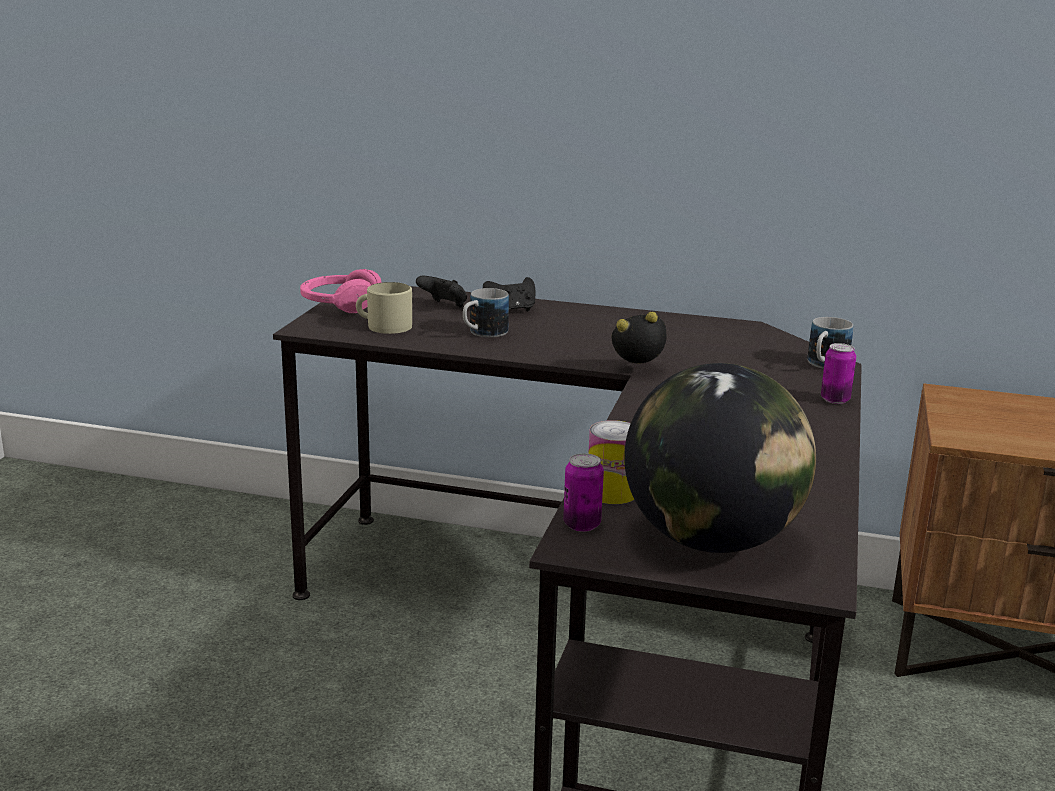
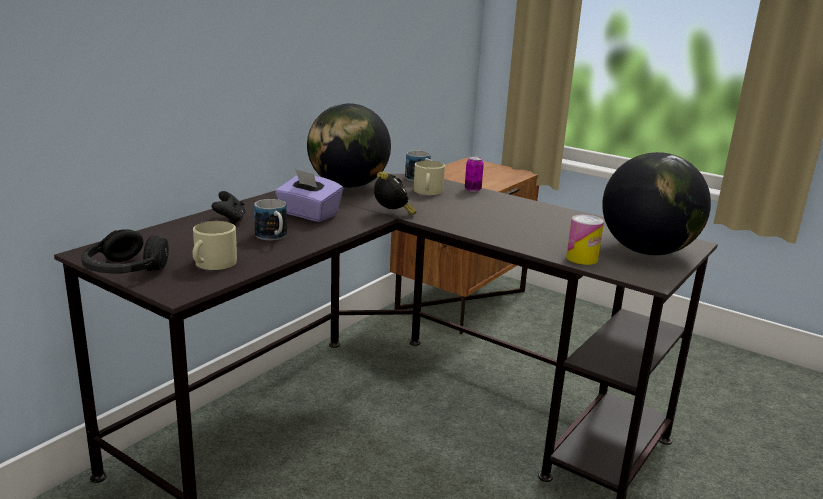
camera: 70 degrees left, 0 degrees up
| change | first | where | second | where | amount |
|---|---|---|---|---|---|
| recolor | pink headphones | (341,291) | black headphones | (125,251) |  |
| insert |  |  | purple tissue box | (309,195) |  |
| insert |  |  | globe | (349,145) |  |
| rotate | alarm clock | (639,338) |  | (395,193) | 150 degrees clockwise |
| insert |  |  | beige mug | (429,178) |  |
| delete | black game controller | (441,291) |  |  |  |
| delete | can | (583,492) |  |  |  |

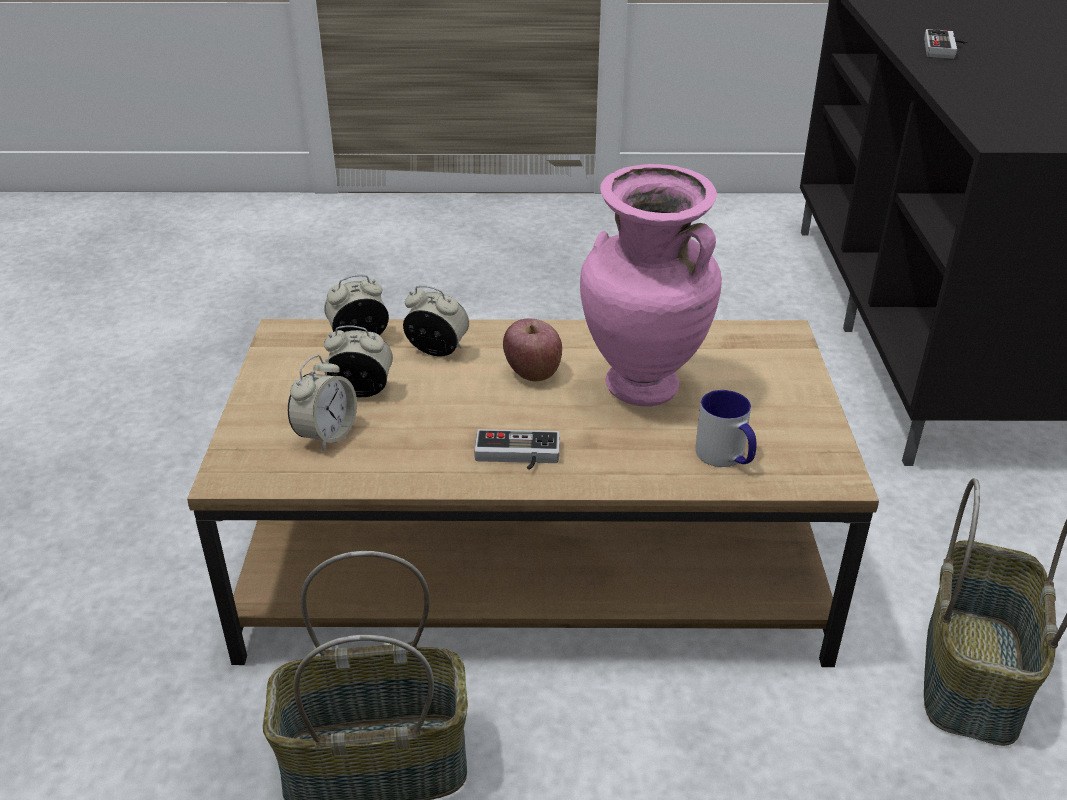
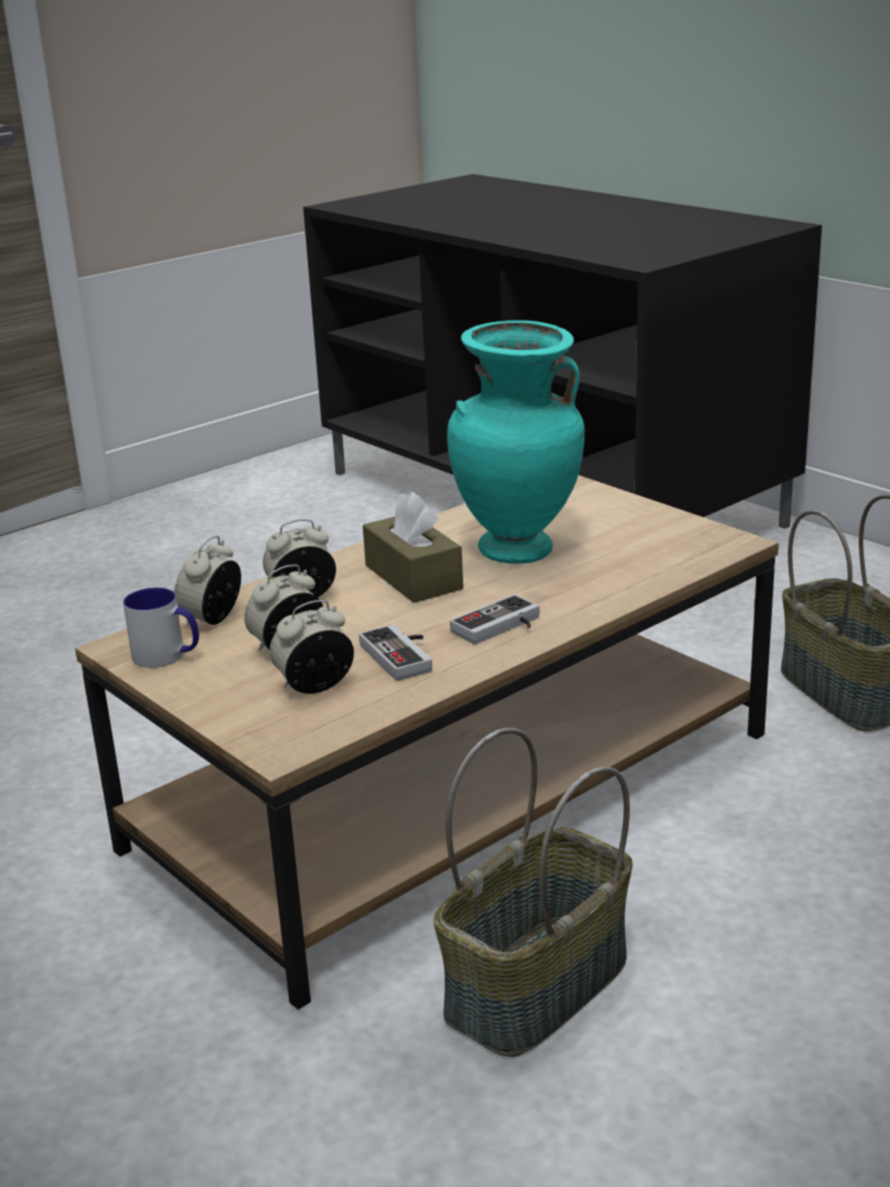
camera: 40 degrees left, 10 degrees down
| change | first | where | second | where | amount |
|---|---|---|---|---|---|
| move | mug | (726,428) |  | (161,627) |  |
| rotate | alarm clock | (322,403) |  | (312,647) | 105 degrees counterclockwise |
| move | game controller | (945,44) |  | (395,652) |  |
| replace | apple | (532,350) | brown tissue box | (413,547) |  |
| recolor | pink vase | (651,285) | turquoise vase | (516,442) |  |

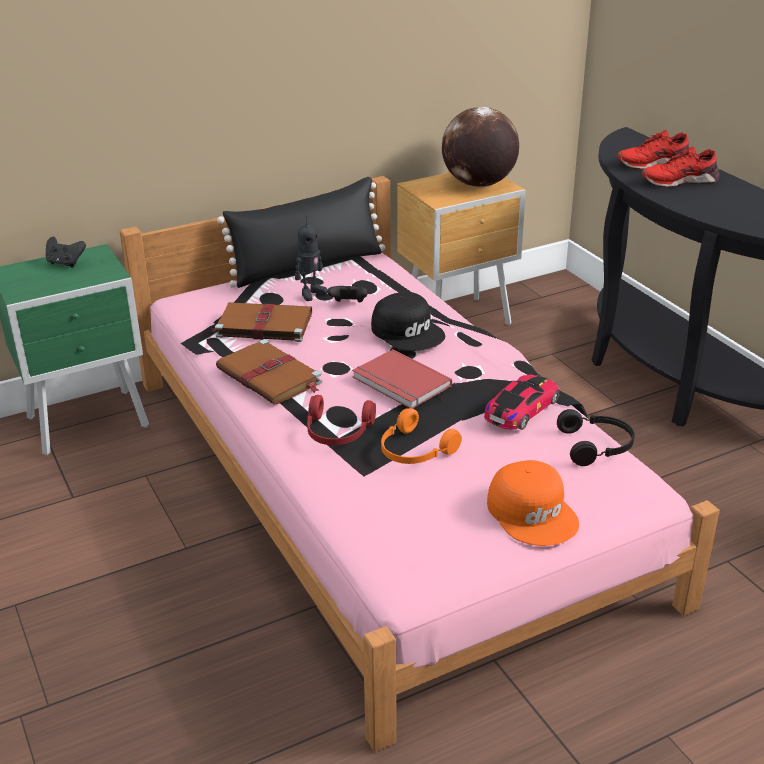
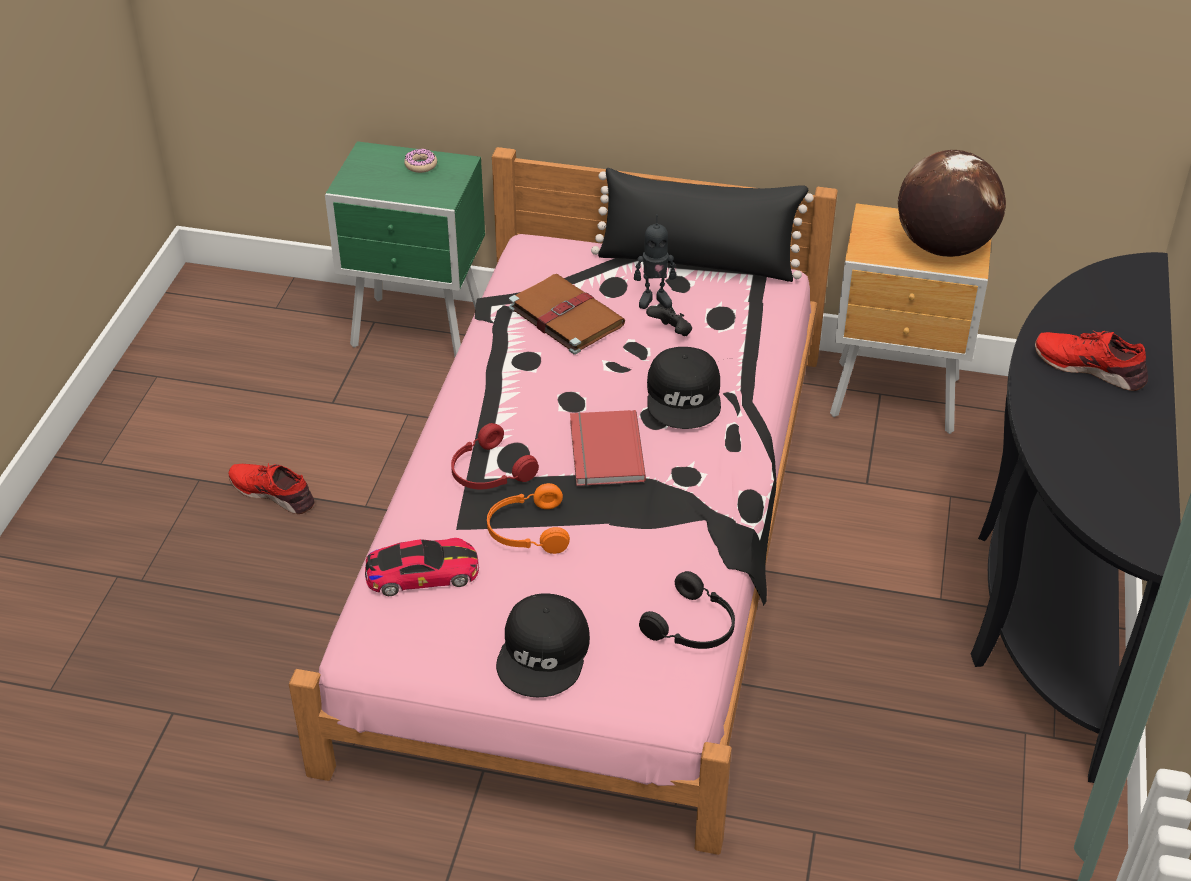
camera: 40 degrees right, 10 degrees up
| change | first | where | second | where | amount |
|---|---|---|---|---|---|
| move | red shoe | (653,149) |  | (271,488) |  |
| move | toy car | (522,402) |  | (422,567) |  |
| replace | black game controller | (66,252) | donut | (420,161) |  |
| recolor | orange cap | (533,503) | black cap | (543,645) |  |
| delete | brown book | (269,371) |  |  |  |

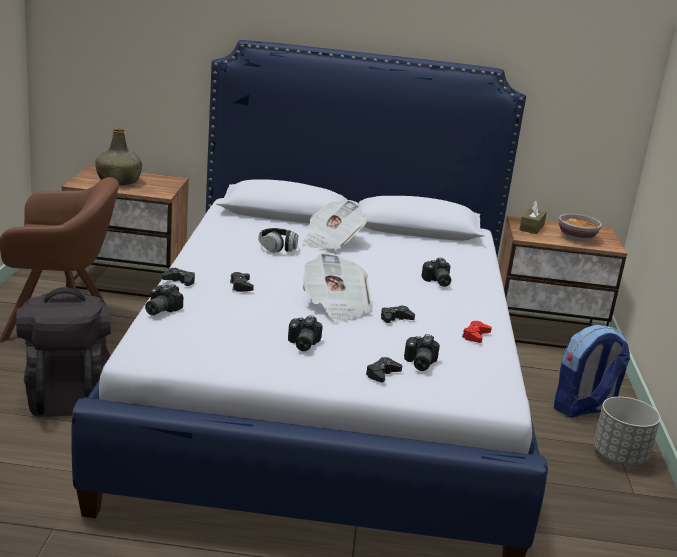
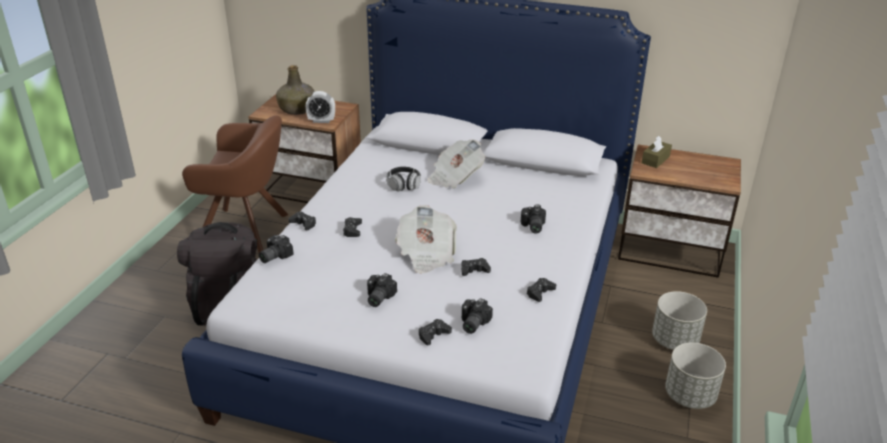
camera: 15 degrees right, 10 degrees up
| change | first | where | second | where | amount |
|---|---|---|---|---|---|
| insert |  |  | alarm clock | (320,107) |  |
| recolor | red game controller | (477,332) | black game controller | (541,290) |  |
| replace | backpack | (592,371) | grey planter | (679,320) |  |
| delete | bowl | (580,227) |  |  |  |

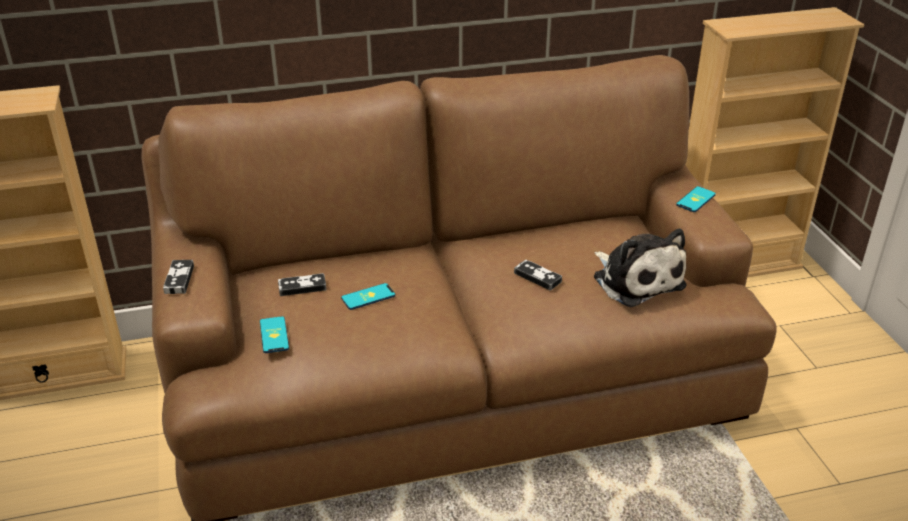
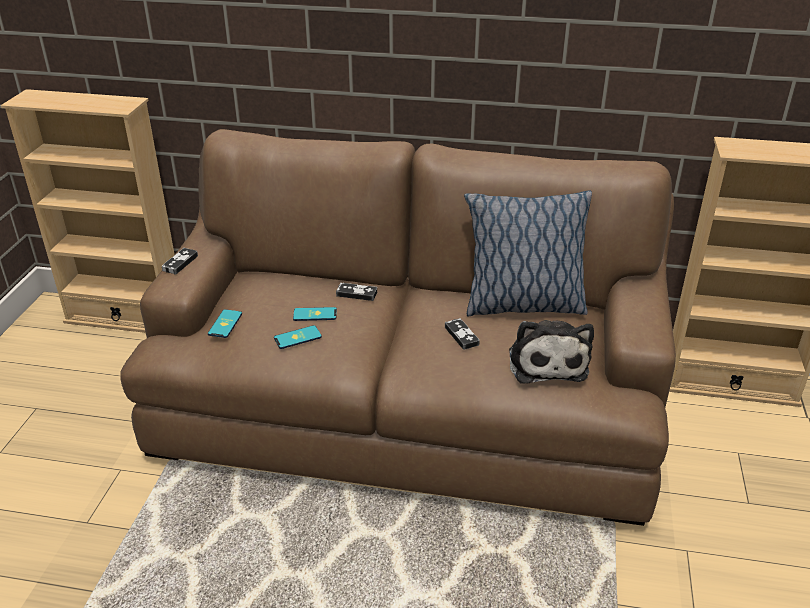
camera: 25 degrees right, 0 degrees up
| change | first | where | second | where | amount |
|---|---|---|---|---|---|
| move | phone | (696,199) |  | (298,337) |  |
| move | game controller | (302,284) |  | (356,292) |  |
| insert |  |  | pillow | (528,254) |  |

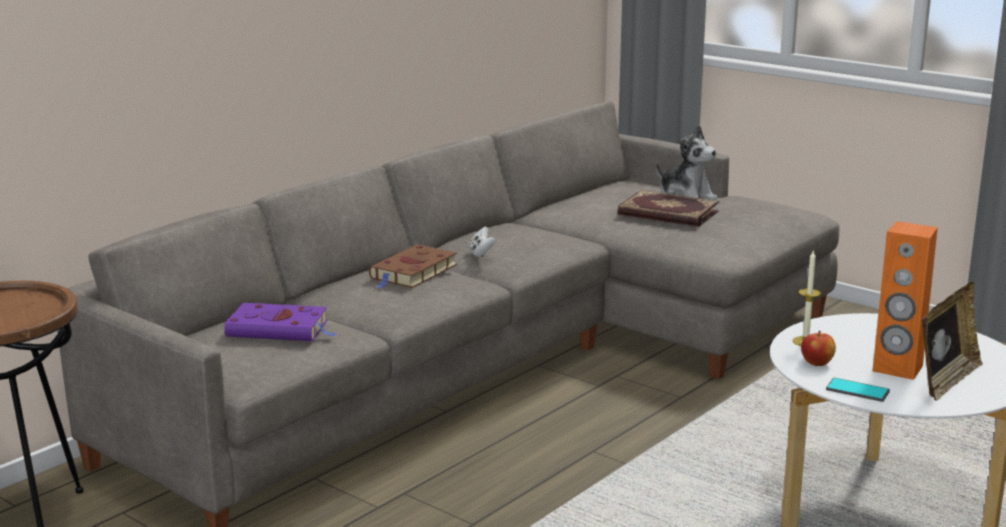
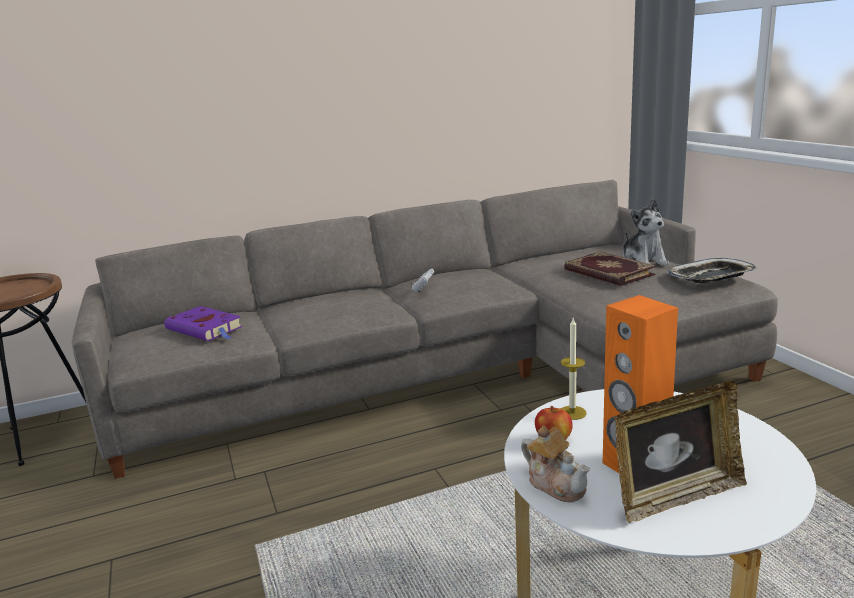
camera: 30 degrees right, 0 degrees up
| change | first | where | second | where | amount |
|---|---|---|---|---|---|
| replace | phone | (858,390) | teapot | (555,464) |  |
| insert |  |  | tray | (712,270) |  |
| delete | brown book | (413,266) |  |  |  |

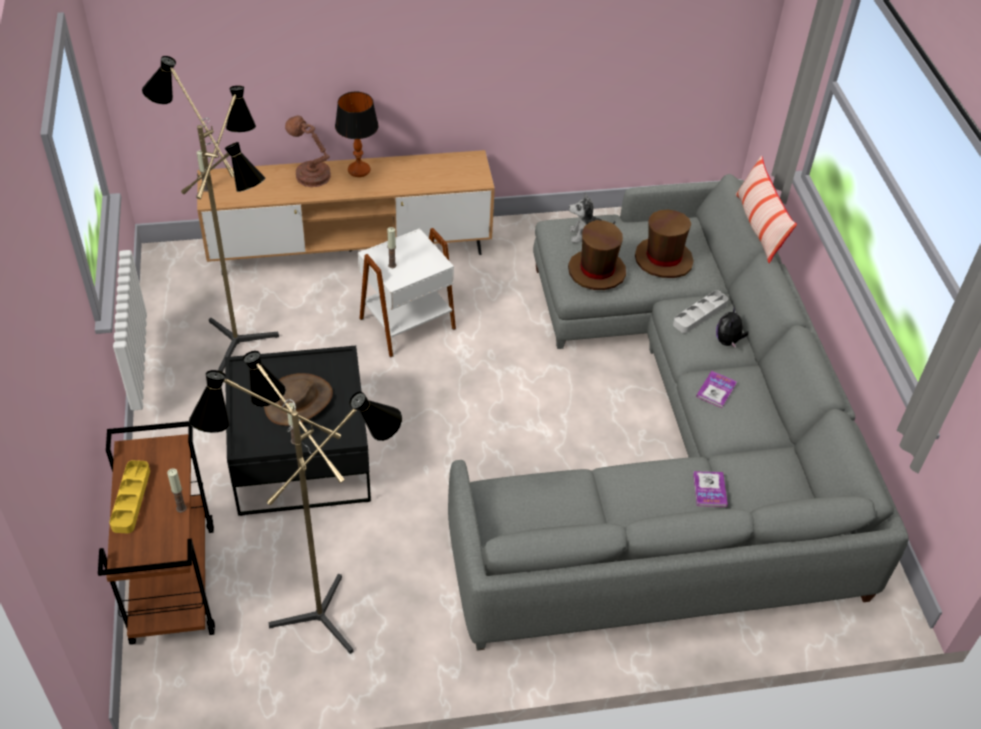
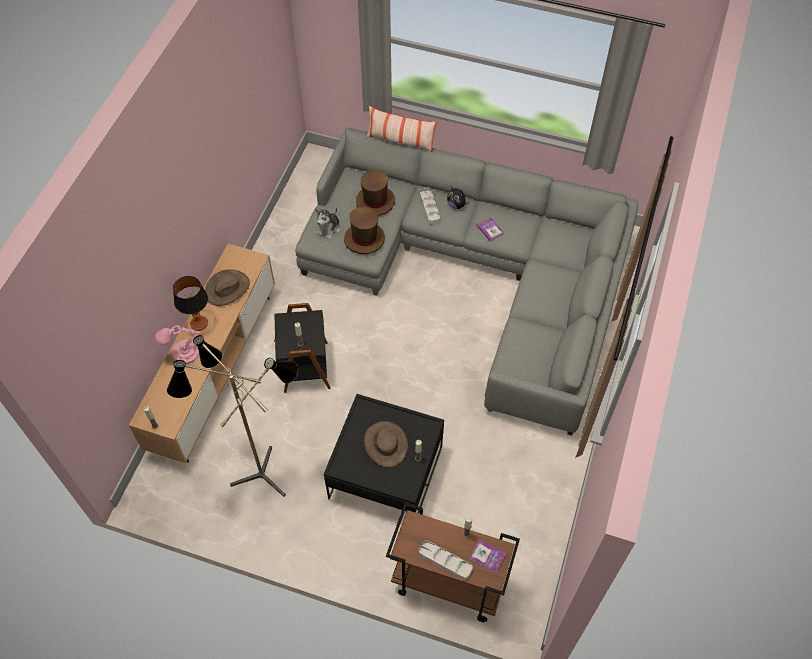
camera: 60 degrees left, 10 degrees up
| change | first | where | second | where | amount |
|---|---|---|---|---|---|
| recolor | brown table lamp | (308,151) | pink table lamp | (177,345) |  |
| insert |  |  | brown hat | (227,287) |  |
| recolor | white side table | (407,292) | black side table | (302,348) |  |
| recolor | yellow tray | (129,496) | grey tray | (446,560) |  |
| move | book | (710,489) |  | (488,556) |  |
| delete | floor lamp | (295,502) |  |  |  |

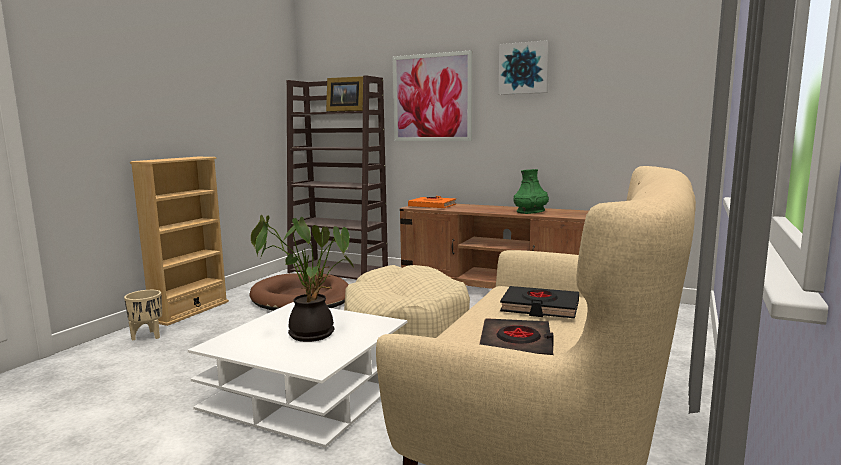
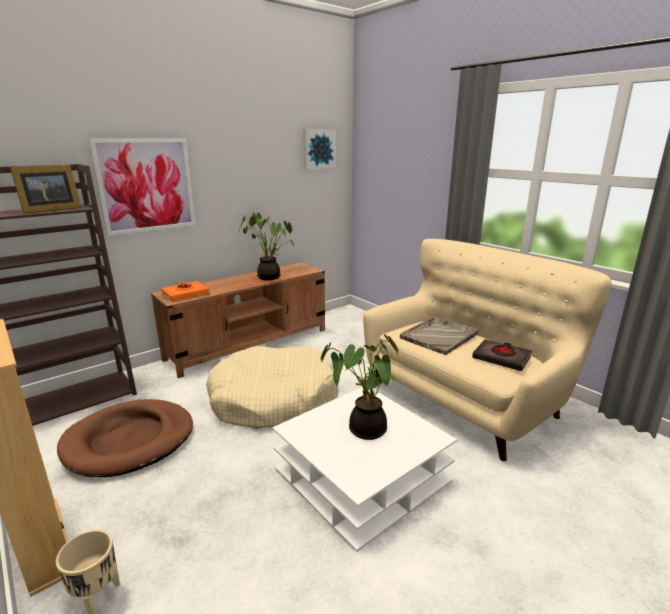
camera: 65 degrees left, 10 degrees up
| change | first | where | second | where | amount |
|---|---|---|---|---|---|
| replace | green vase | (531,191) | potted plant | (266,246) |  |
| move | picture | (524,67) |  | (319,149) |  |
| replace | black book | (539,302) | grey tray | (439,336) |  |

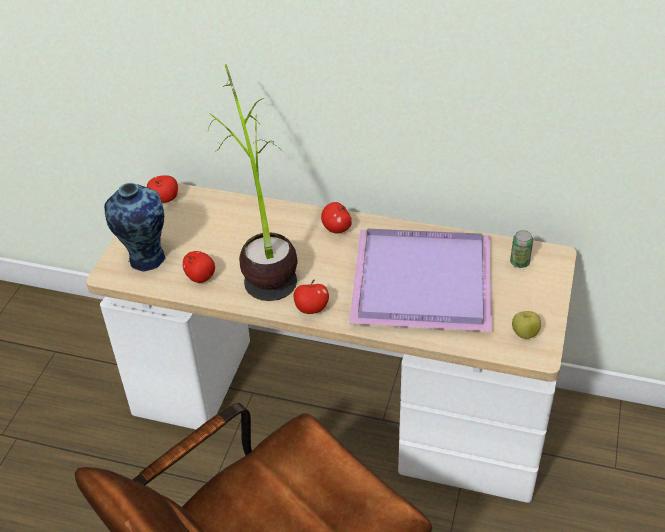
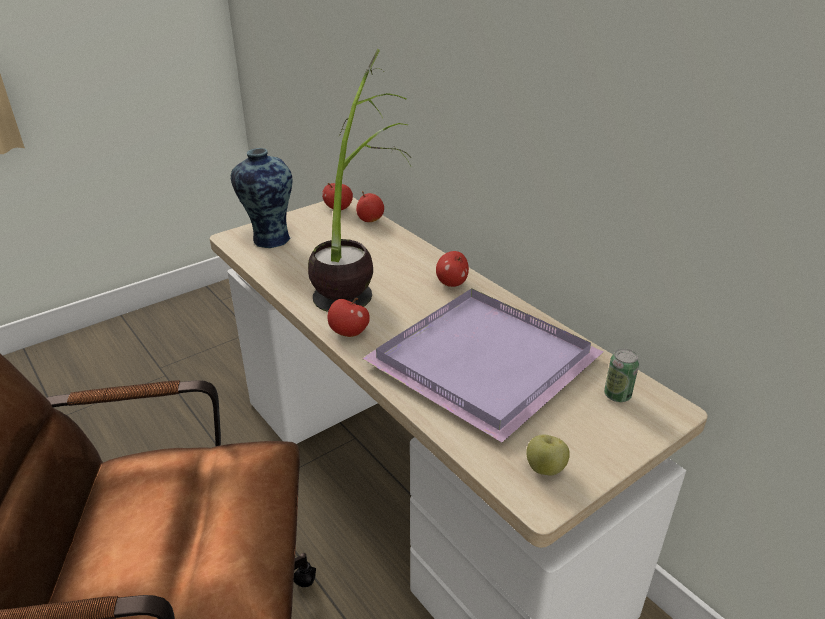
camera: 35 degrees right, 10 degrees down
| change | first | where | second | where | amount |
|---|---|---|---|---|---|
| move | apple | (198,267) |  | (370,206) |  |

